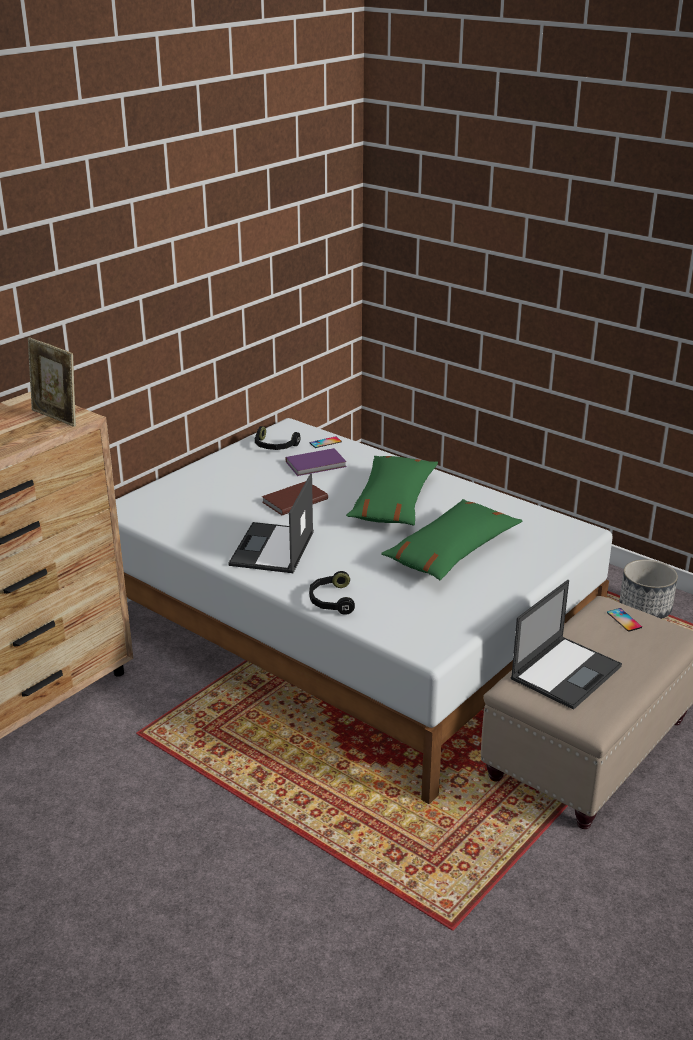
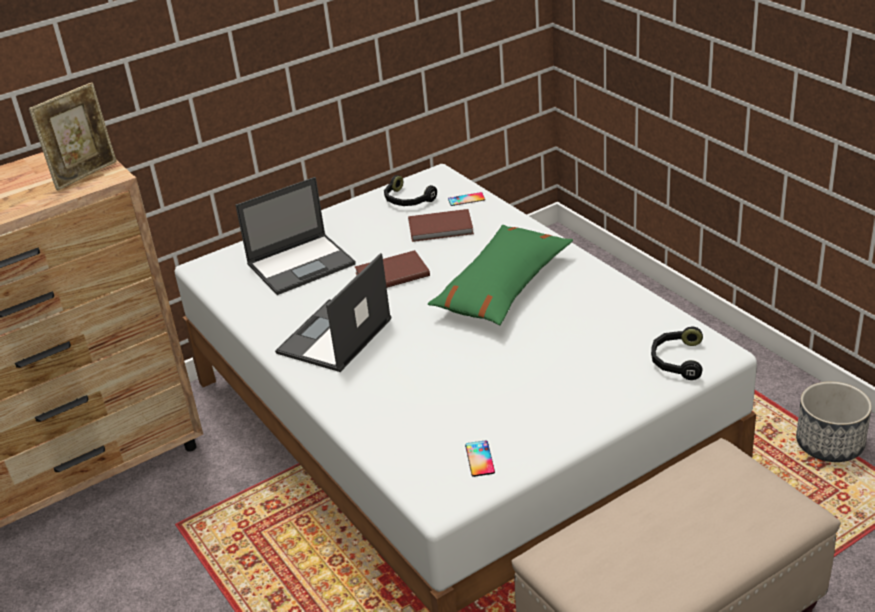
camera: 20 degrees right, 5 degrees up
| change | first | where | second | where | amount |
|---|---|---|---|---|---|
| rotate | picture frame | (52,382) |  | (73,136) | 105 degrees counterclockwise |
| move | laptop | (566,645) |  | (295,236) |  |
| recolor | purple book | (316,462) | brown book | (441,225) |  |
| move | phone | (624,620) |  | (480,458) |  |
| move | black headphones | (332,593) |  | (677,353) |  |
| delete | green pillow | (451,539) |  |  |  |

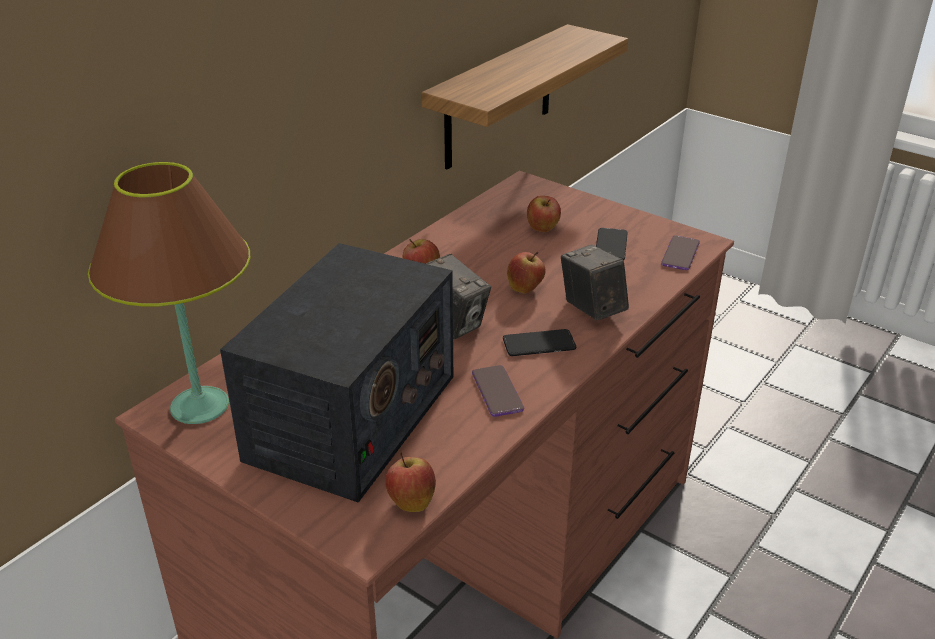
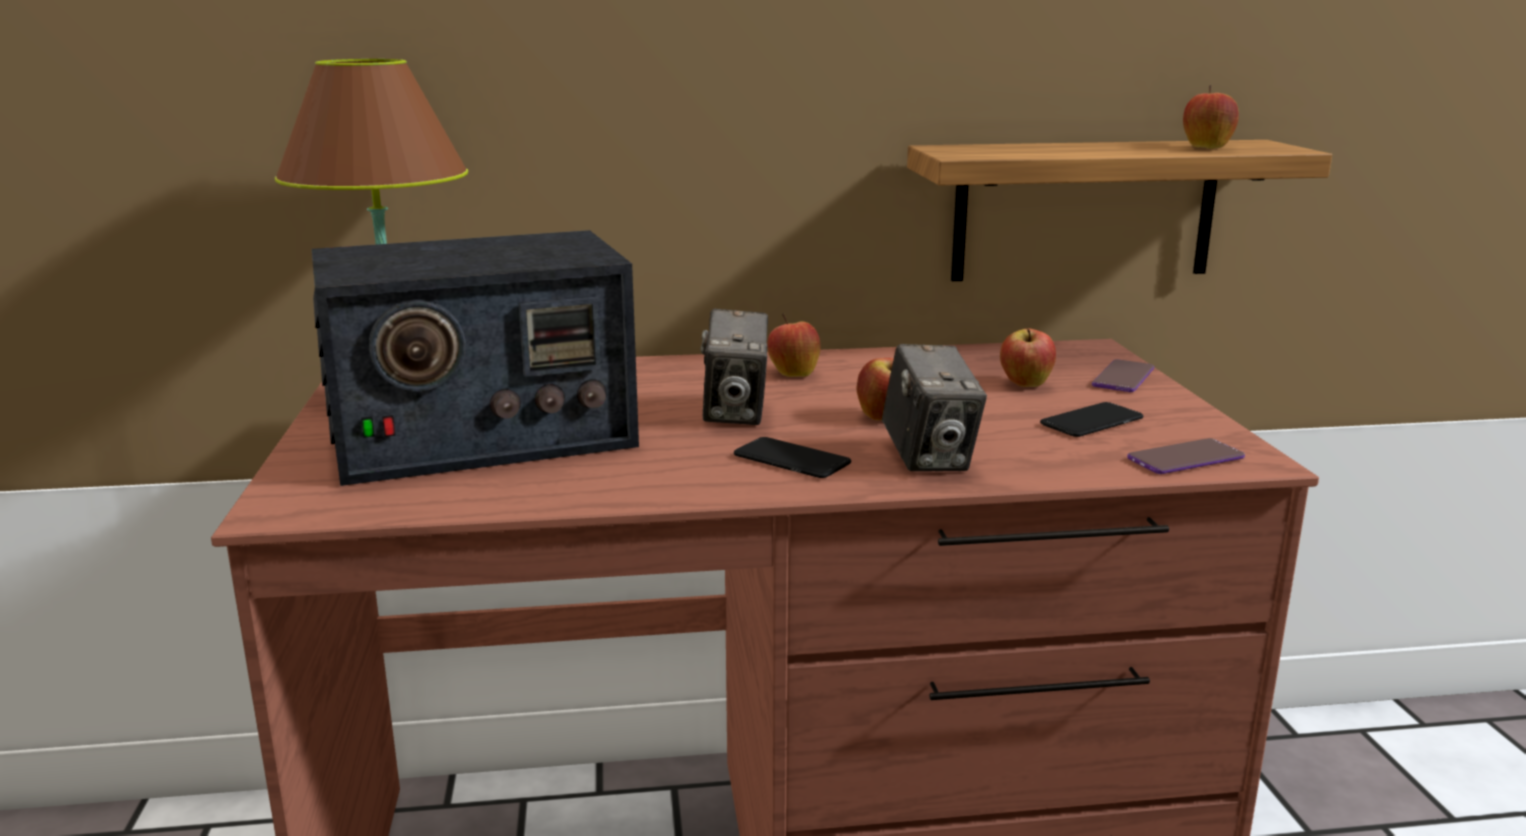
camera: 45 degrees right, 15 degrees down
| change | first | where | second | where | amount |
|---|---|---|---|---|---|
| rotate | photo camera | (595,282) |  | (934,407) | 150 degrees clockwise |
| move | phone | (498,391) |  | (1123,375) |  |
| move | apple | (410,482) |  | (1211,117) |  |

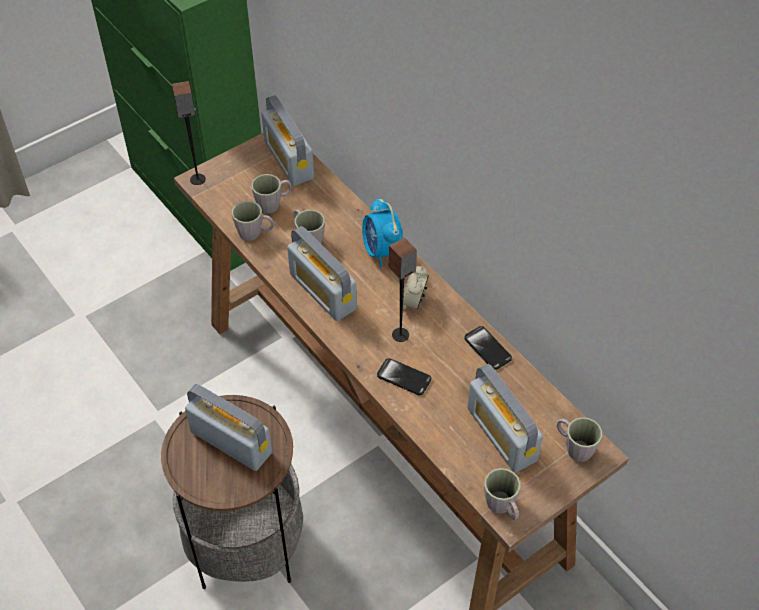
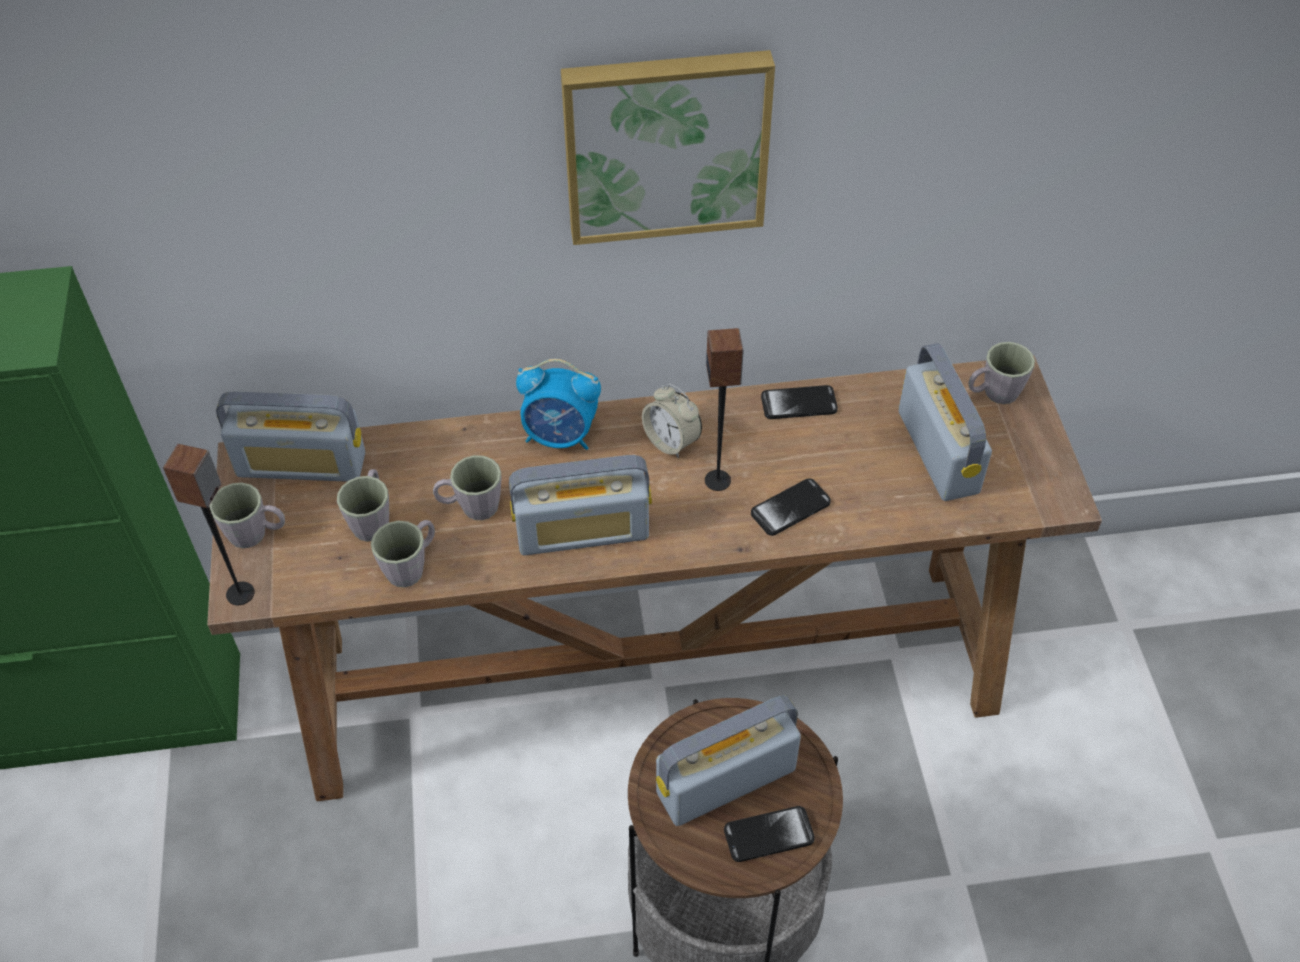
camera: 60 degrees left, 0 degrees up
| change | first | where | second | where | amount |
|---|---|---|---|---|---|
| move | grey mug | (502,494) |  | (247,515) |  |
| insert |  |  | picture | (668,147) |  |
| insert |  |  | phone | (769,834) |  |
| rotate | radio | (505,418) |  | (945,422) | 105 degrees counterclockwise |

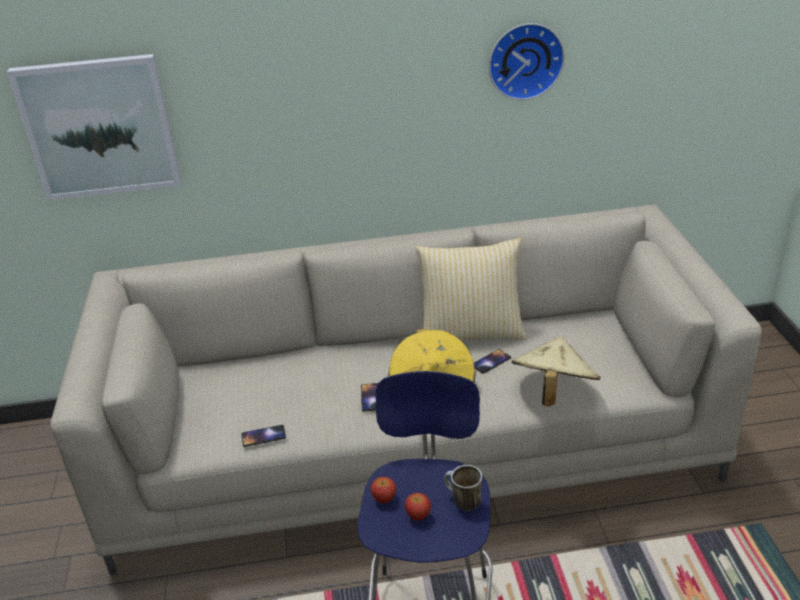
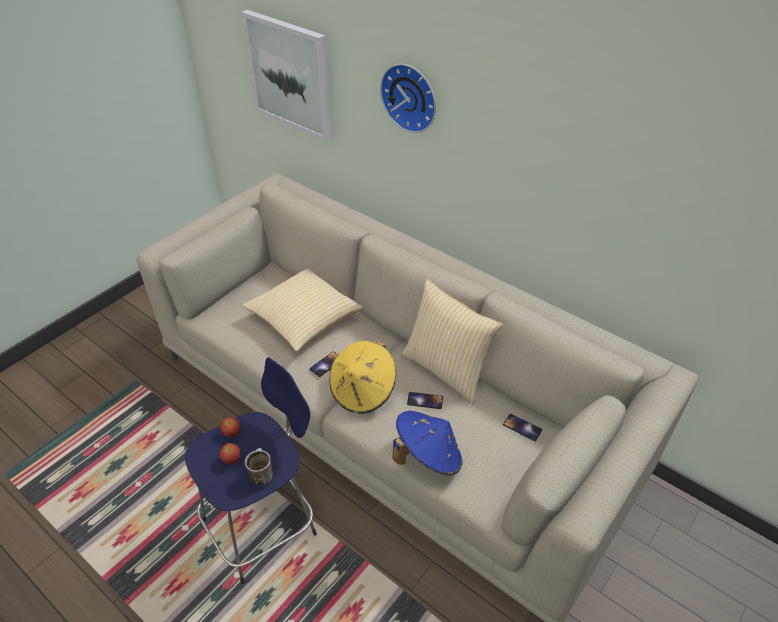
camera: 45 degrees right, 10 degrees up
| change | first | where | second | where | amount |
|---|---|---|---|---|---|
| insert |  |  | pillow | (303,310) |  |
| move | wall clock | (527,61) |  | (408,98) |  |
| recolor | beige hat | (556,371) | blue hat | (428,443) |  |
| move | phone | (263,436) |  | (522,427) |  |

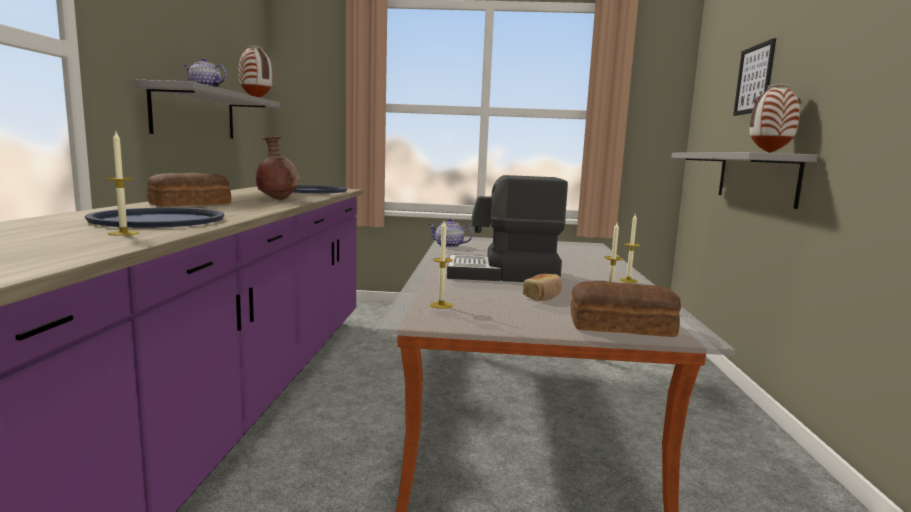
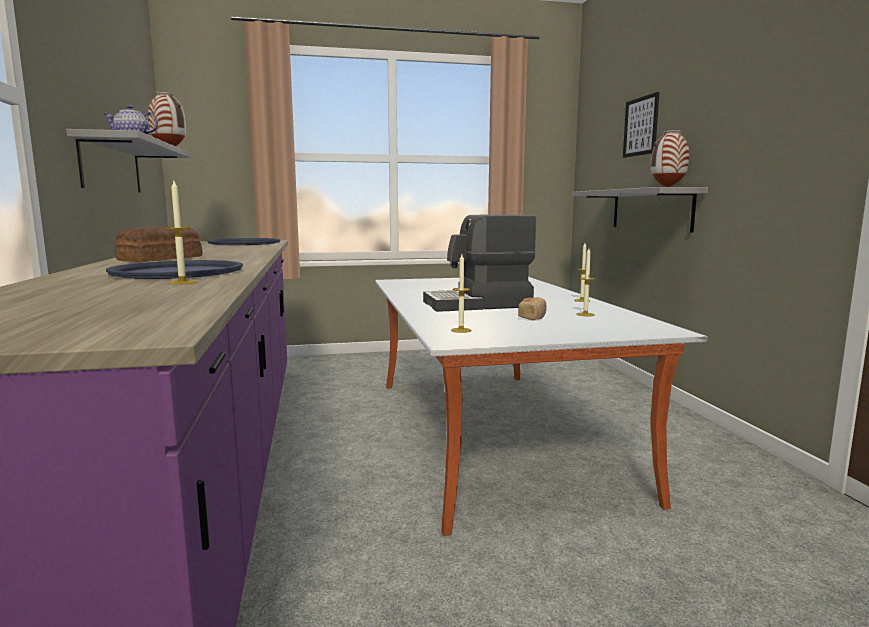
camera: 15 degrees left, 0 degrees up
| change | first | where | second | where | amount |
|---|---|---|---|---|---|
| delete | brown vase | (278,168) |  |  |  |
| delete | teapot | (450,233) |  |  |  |
| delete | bread | (626,309) |  |  |  |

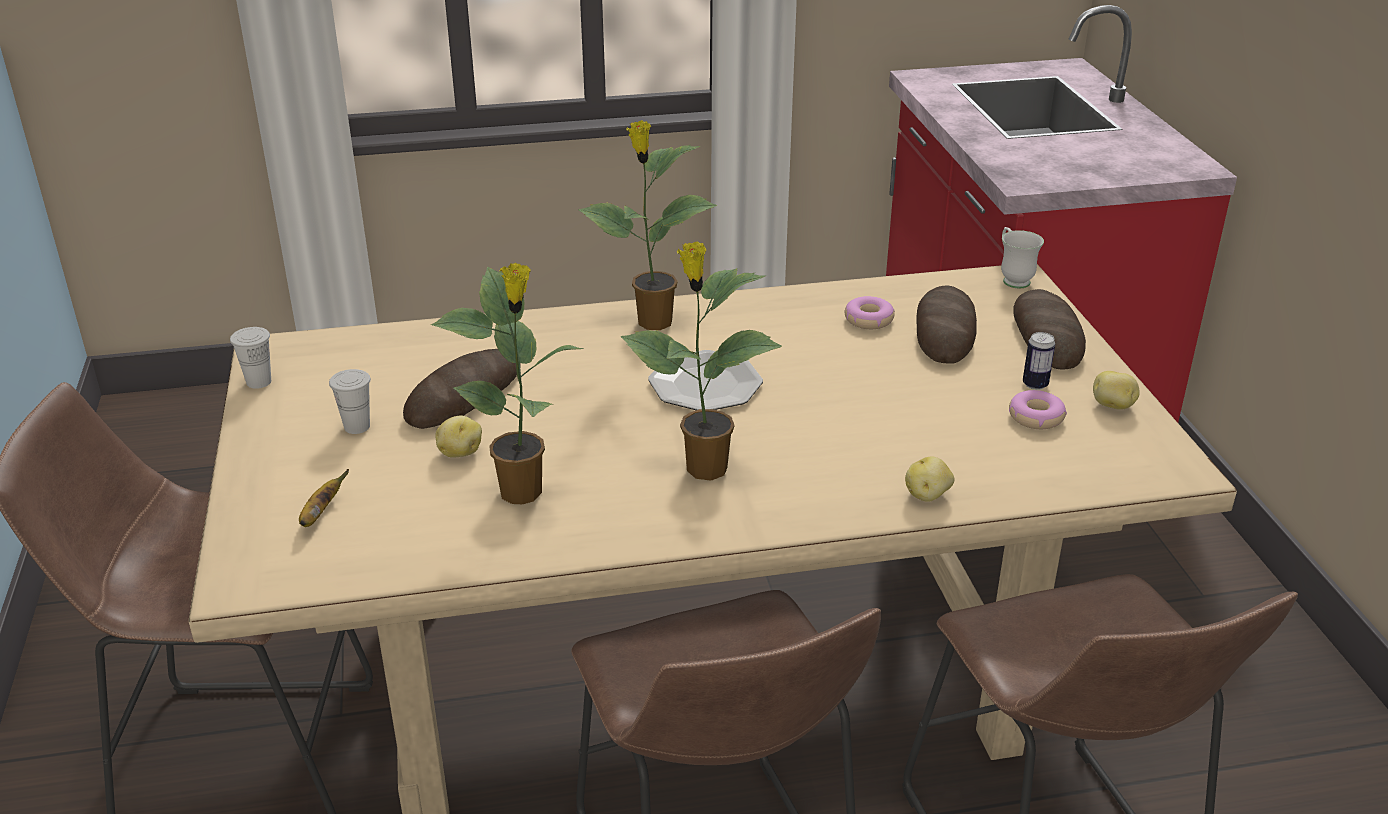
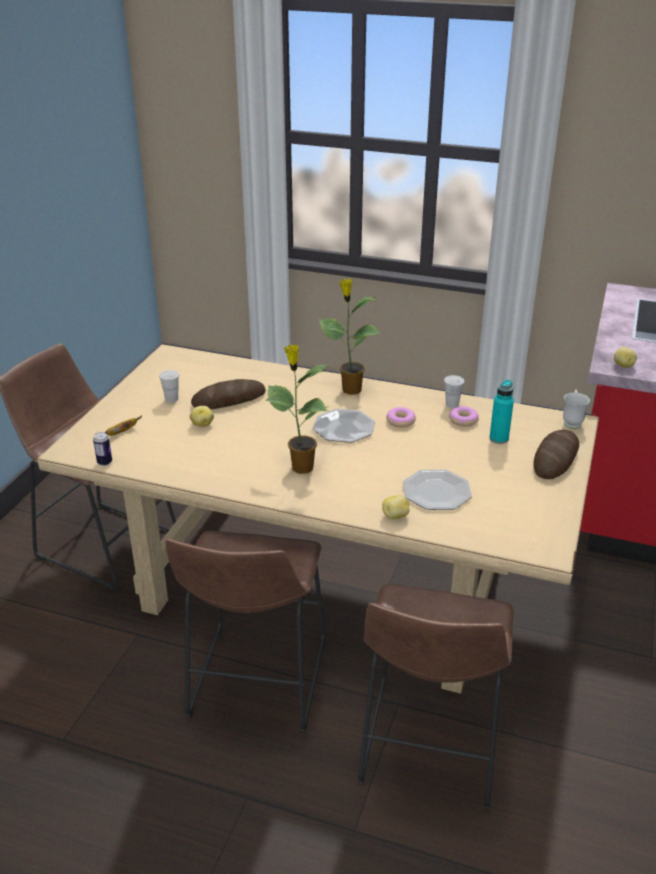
camera: 30 degrees right, 0 degrees up
| change | first | where | second | where | amount |
|---|---|---|---|---|---|
| move | can | (1039,361) |  | (102,449) |  |
| move | donut | (1038,409) |  | (401,417) |  |
| insert |  |  | plate | (437,490) |  |
| move | white cup | (250,358) |  | (454,391) |  |
| replace | bread | (946,324) | turquoise bottle | (501,412) |  |
| move | potato | (1116,390) |  | (625,357) |  |
| delete | potted plant | (508,383) |  |  |  |

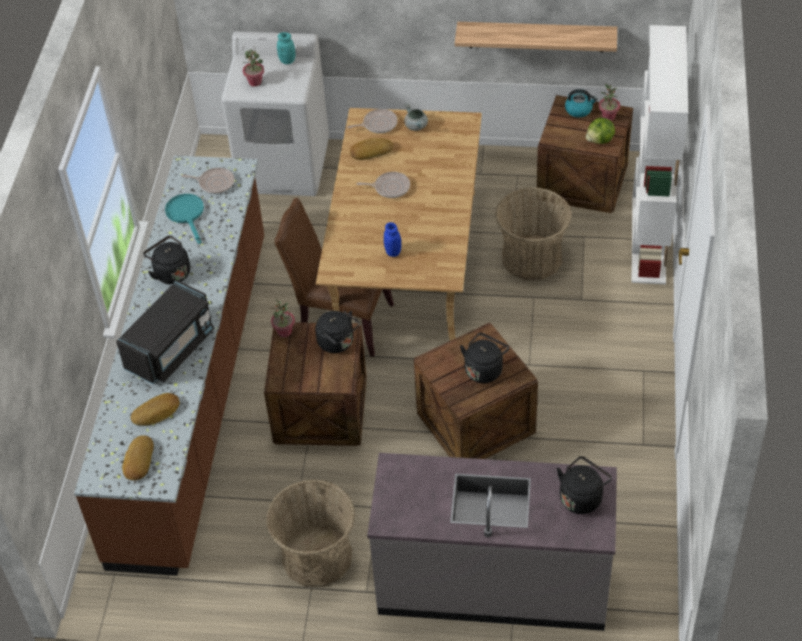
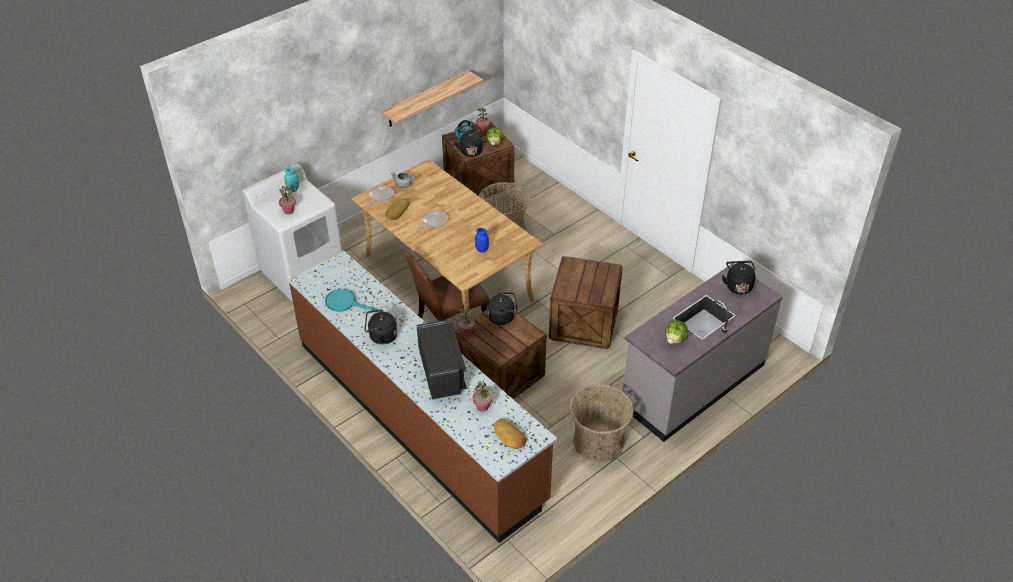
camera: 50 degrees left, 5 degrees down
| change | first | where | second | where | amount |
|---|---|---|---|---|---|
| move | black kettle | (484,358) |  | (469,143) |  |
| replace | bread | (155,409) | potted plant | (482,396) |  |
| insert |  |  | lettuce | (676,332) |  |
| delete | frying pan | (208,181) |  |  |  |
| delete | white bookcase | (660,154) |  |  |  |

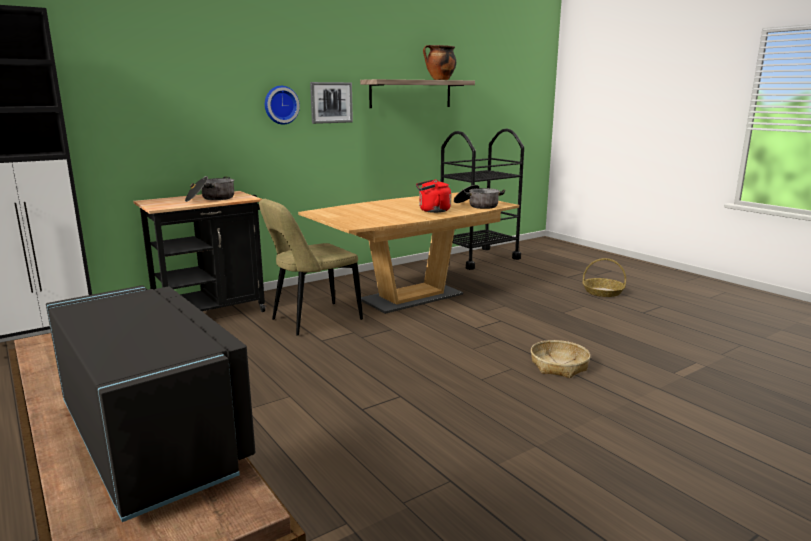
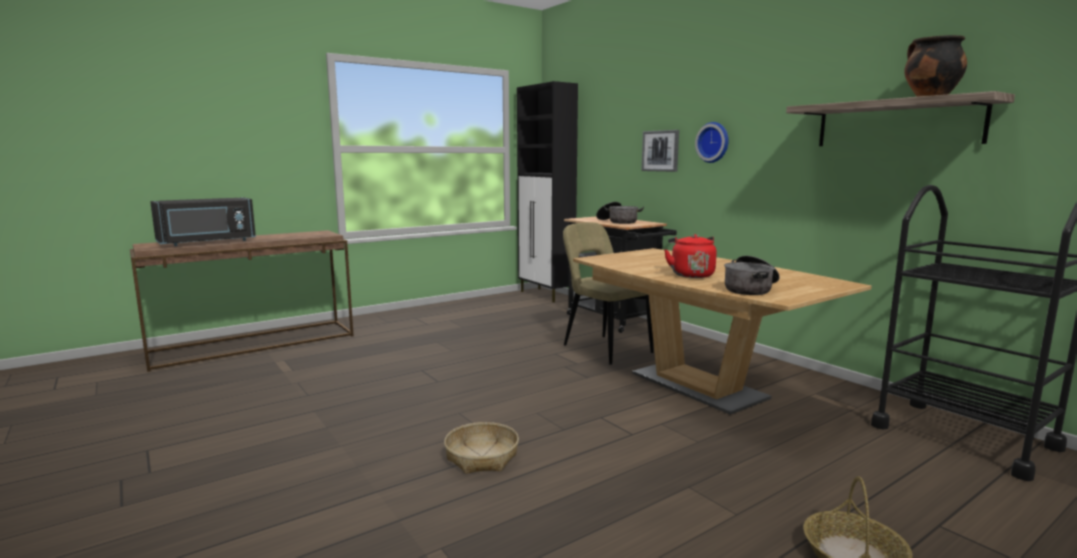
camera: 90 degrees right, 5 degrees down
| change | first | where | second | where | amount |
|---|---|---|---|---|---|
| move | picture | (331,103) |  | (660,151) |  |

